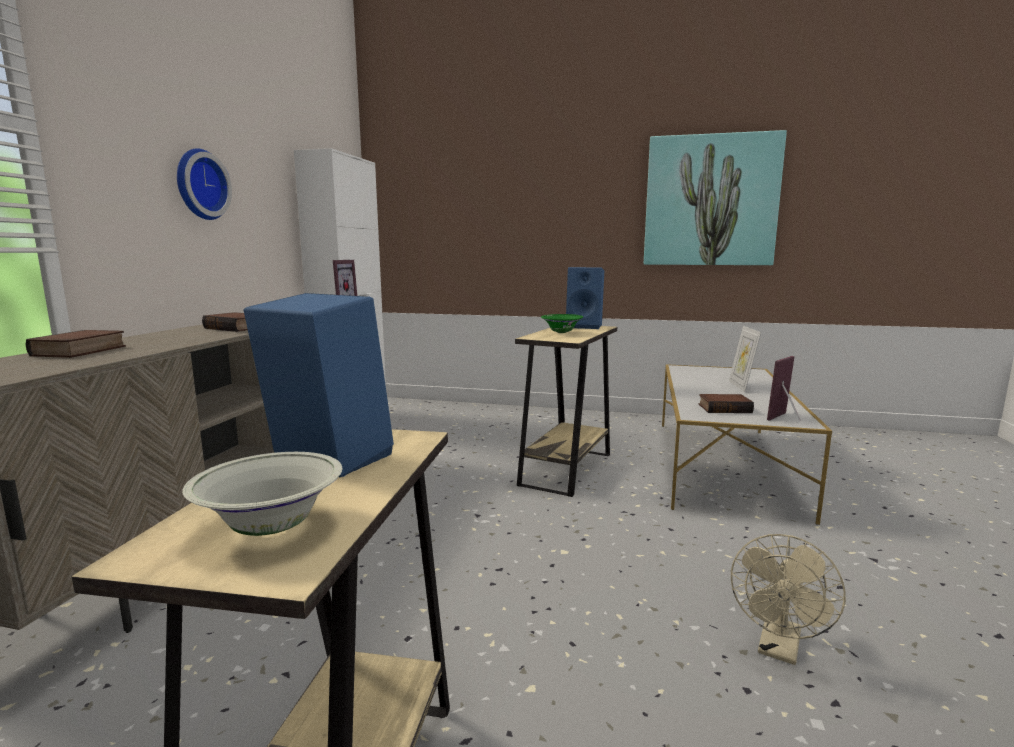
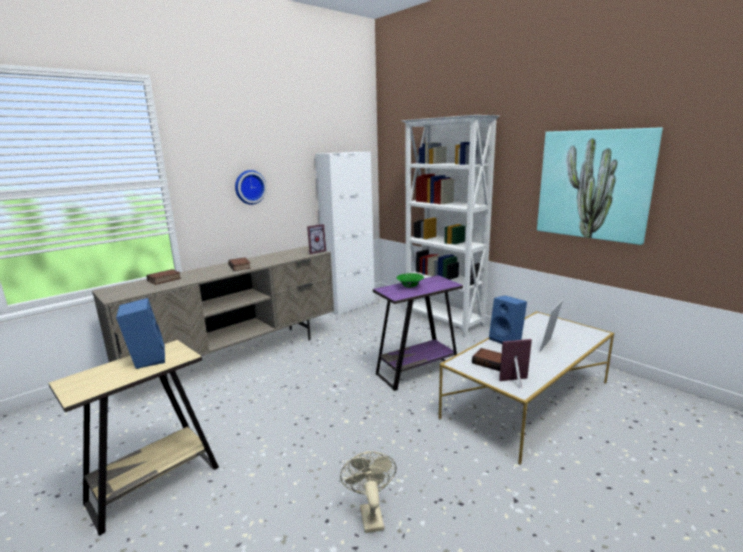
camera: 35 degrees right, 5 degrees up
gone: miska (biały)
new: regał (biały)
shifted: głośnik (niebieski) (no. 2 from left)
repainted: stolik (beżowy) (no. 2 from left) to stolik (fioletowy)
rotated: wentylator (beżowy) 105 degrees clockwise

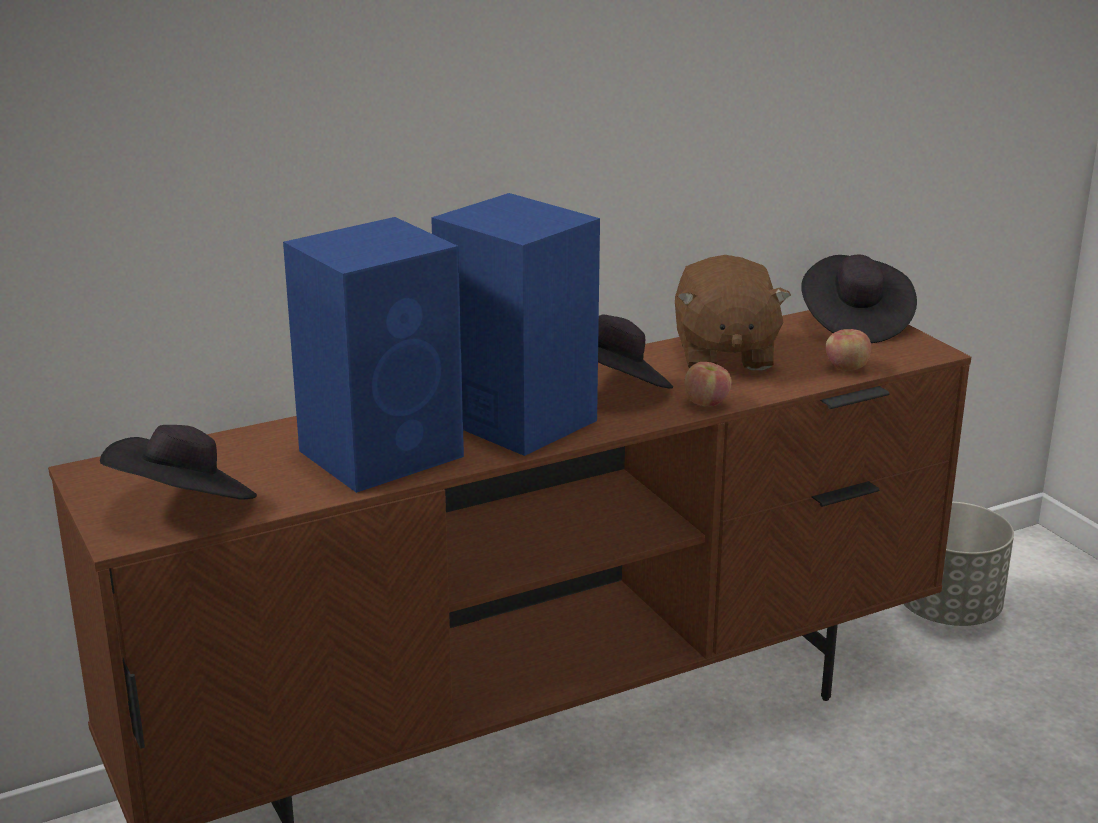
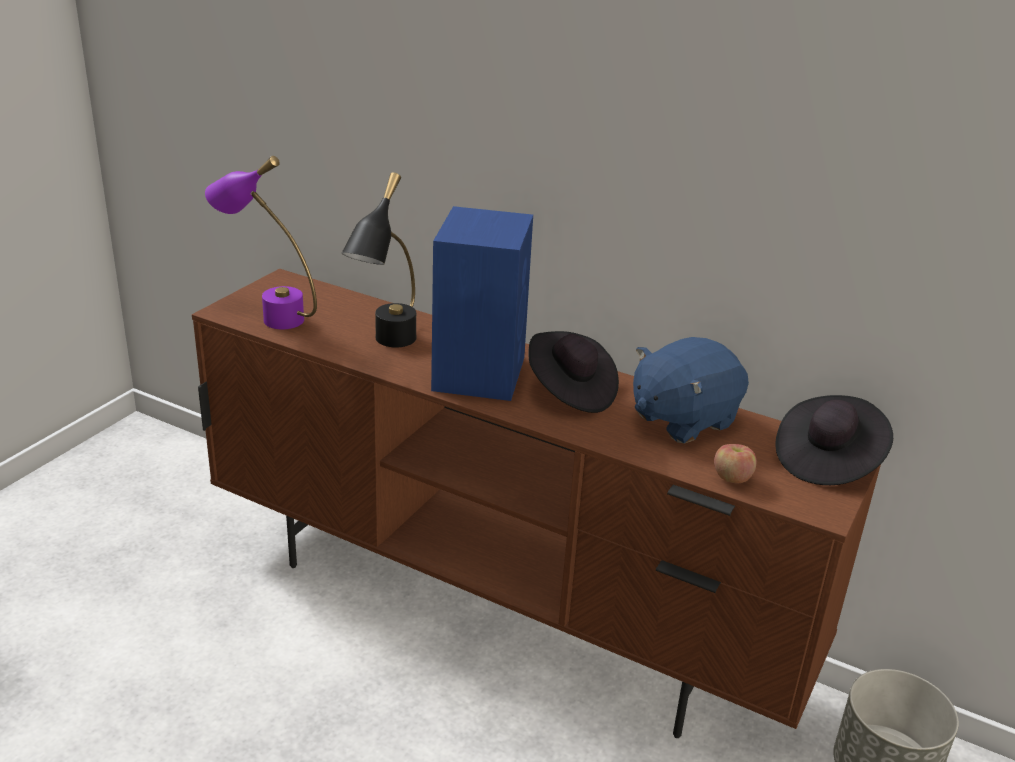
camera: 55 degrees right, 5 degrees up
gone: jabłko (no. 1 from left)
swapped: kapelusz (czarny) (no. 1 from left) to lampa stołowa (fioletowy); głośnik (niebieski) (no. 1 from left) to lampa stołowa (czarny)
repainted: pluszak (brązowy) to pluszak (niebieski)

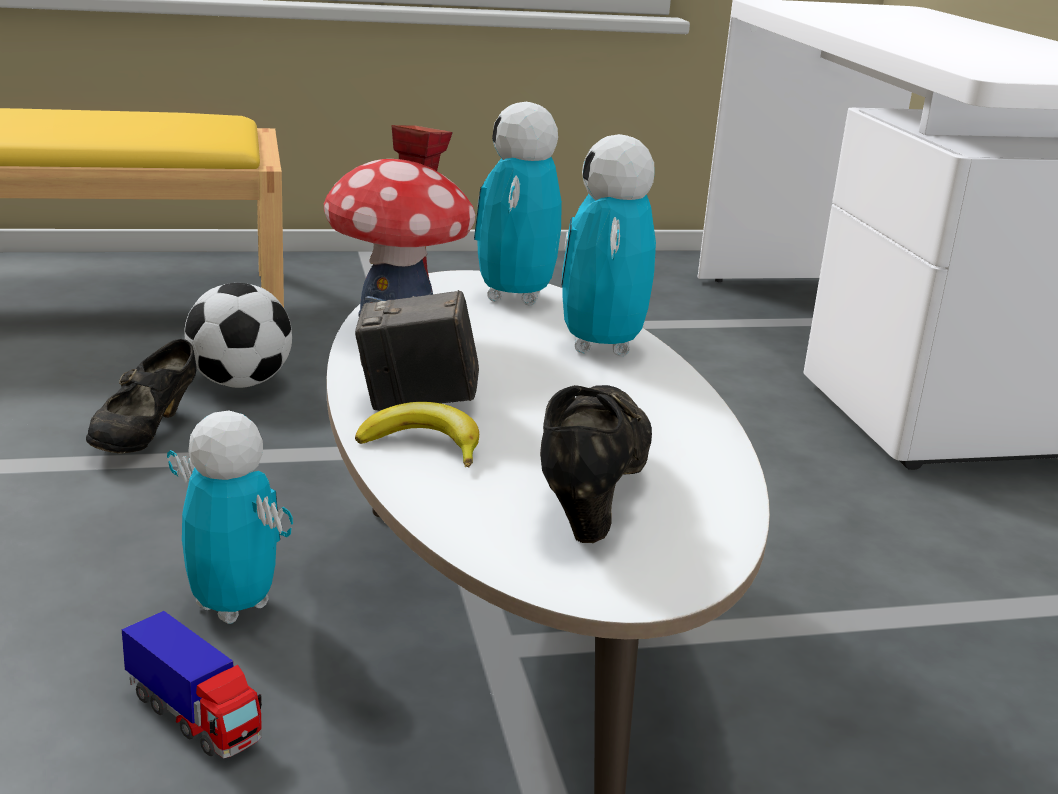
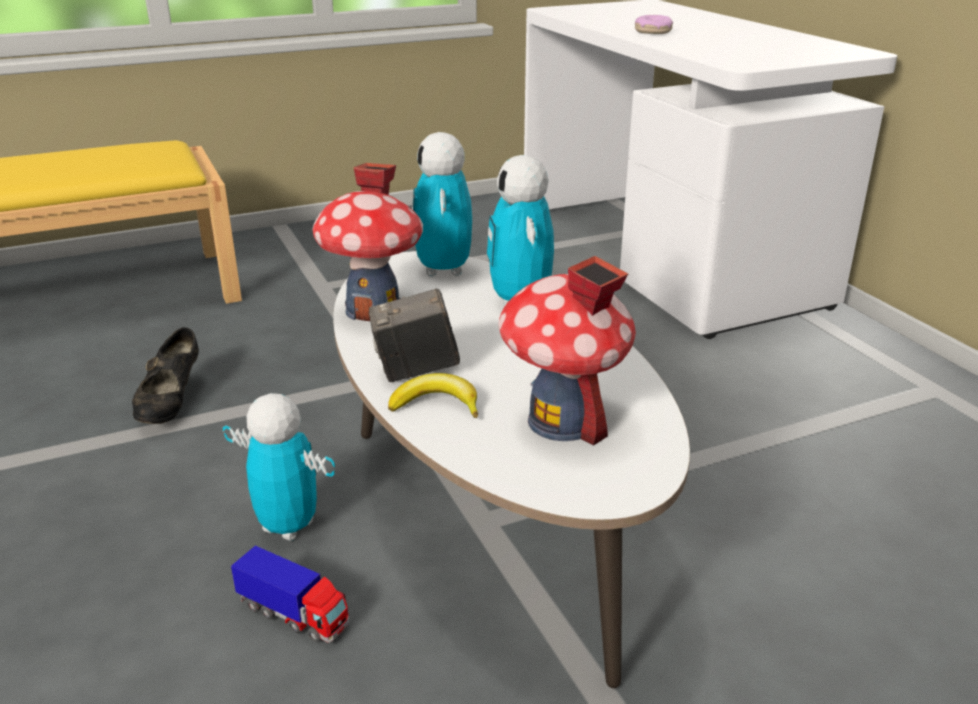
camera: 10 degrees left, 5 degrees up
gone: piłka futbolowa
new: donut
swapped: but (czarny) (no. 2 from left) to domek (no. 2 from left)

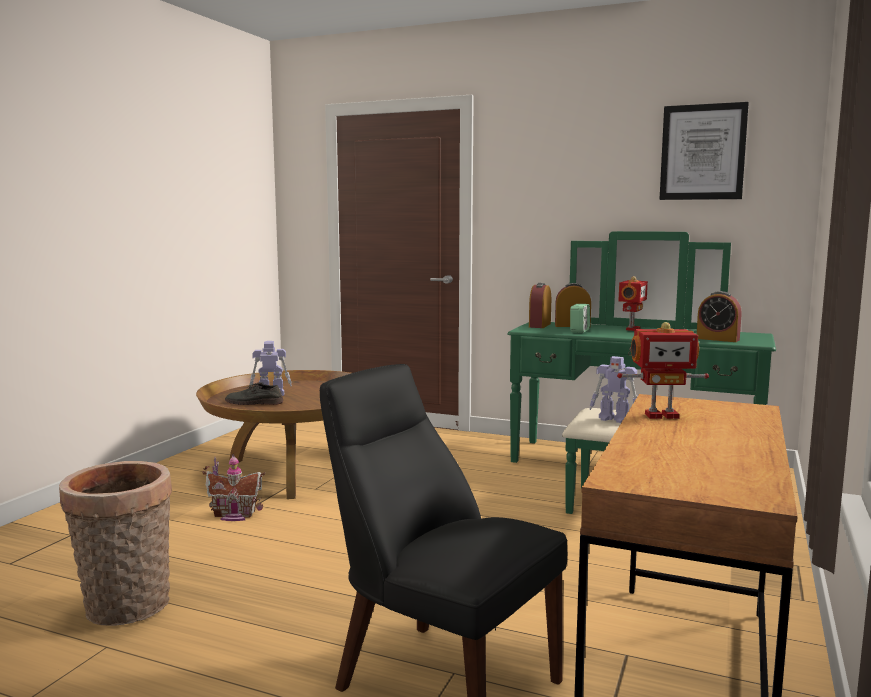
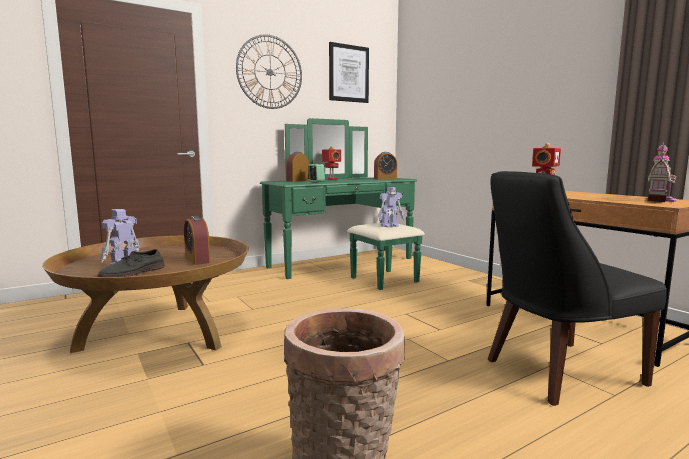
camera: 55 degrees left, 0 degrees up
new: zegar ścienny
shifted: budzik (no. 1 from left); domek

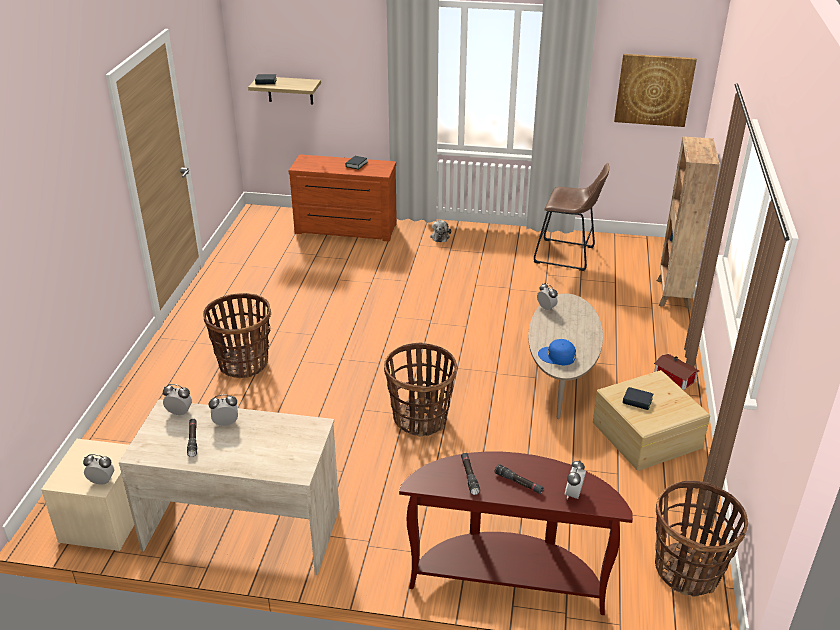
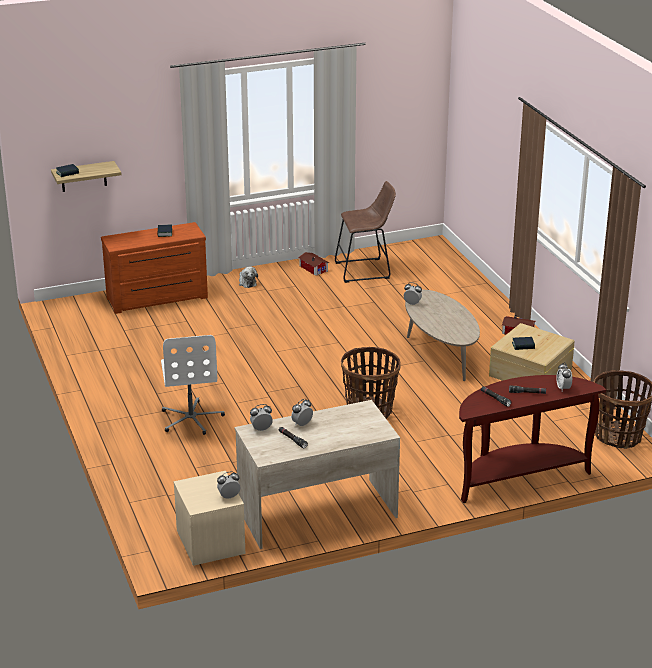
camera: 30 degrees left, 5 degrees down
gone: czapka z daszkiem (niebieski); obraz; regał (brązowy)
new: domek (no. 1 from left)
swapped: koszyk (no. 1 from left) to krzesło biurowe (biały)

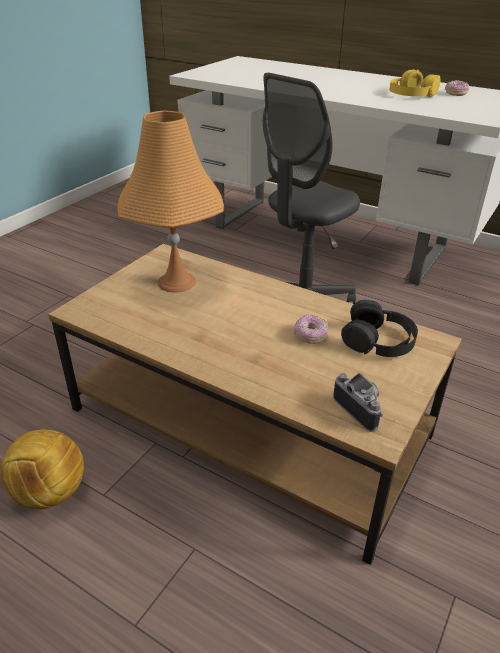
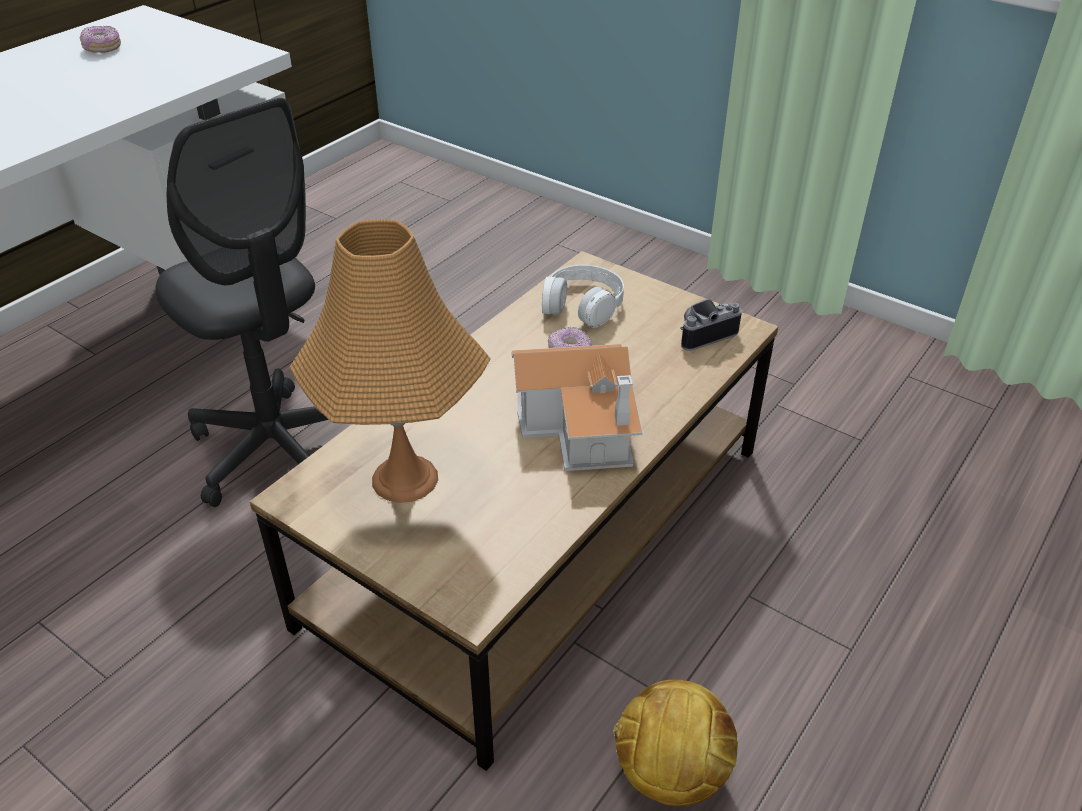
camera: 85 degrees left, 5 degrees up
gone: słuchawki (żółty)
new: domek
repainted: słuchawki (czarny) to słuchawki (biały)

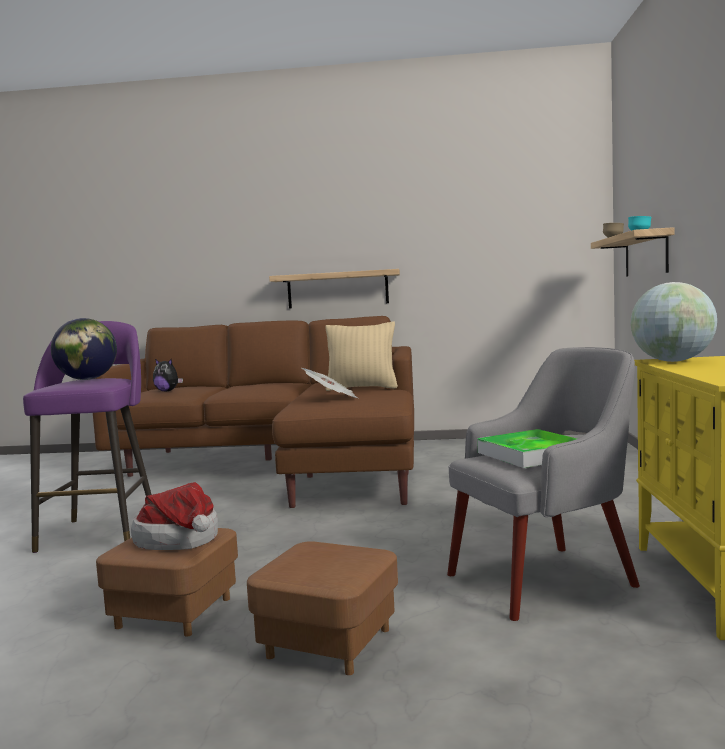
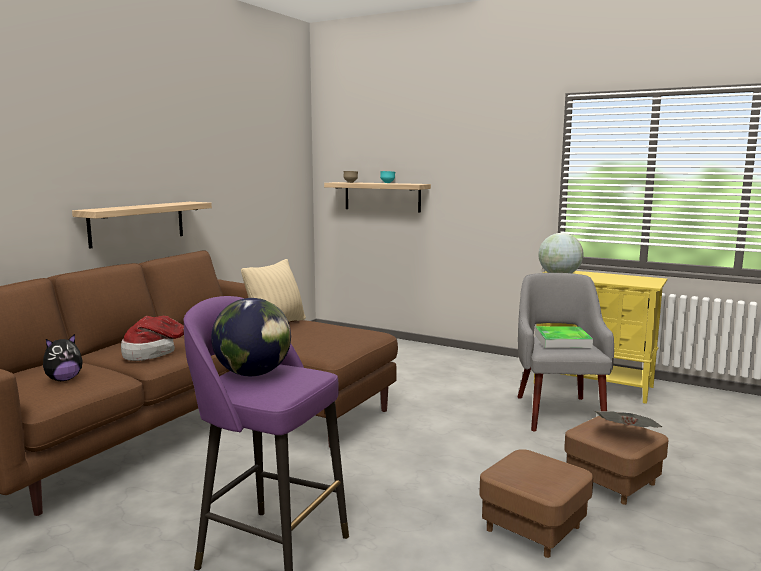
camera: 65 degrees left, 5 degrees up
shifted: kapelusz; gazeta

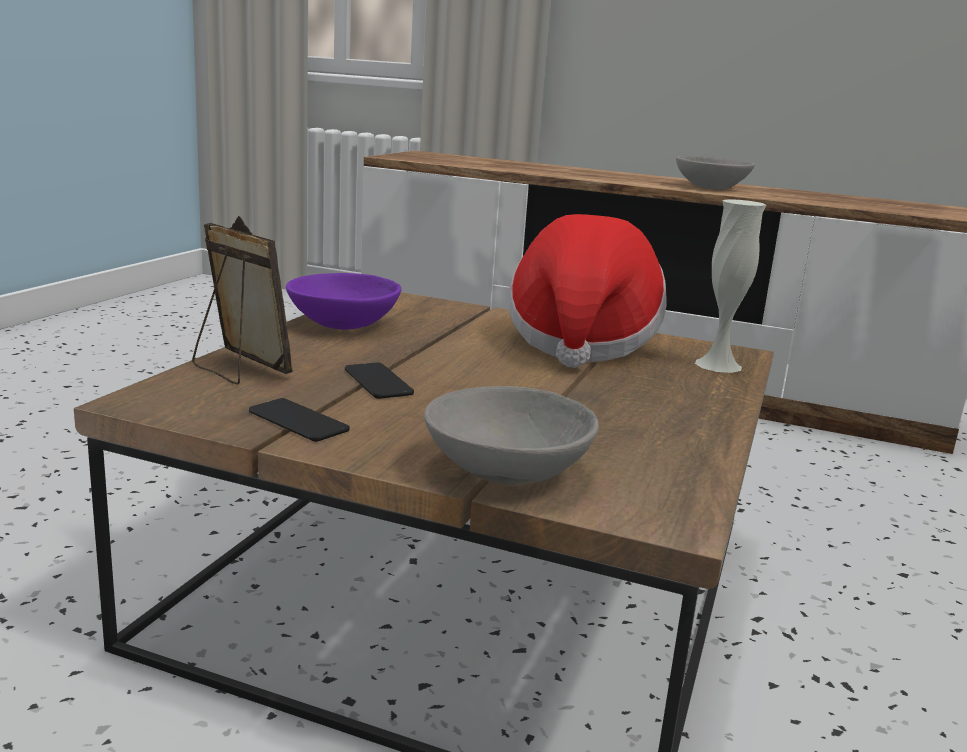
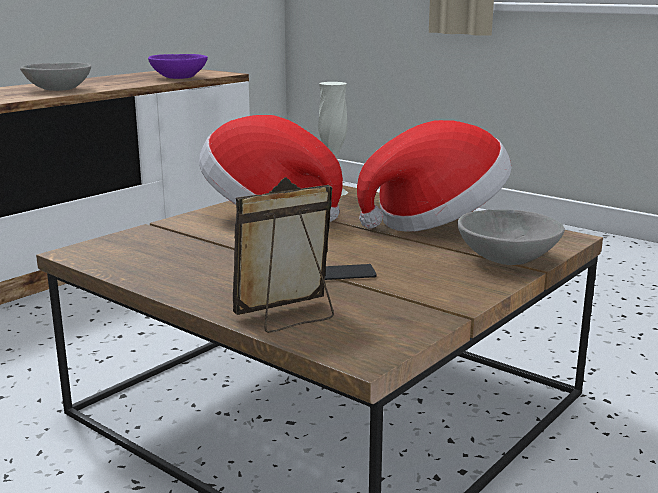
camera: 70 degrees left, 0 degrees up
gone: telefon (no. 1 from left)
new: kapelusz (no. 2 from left)
shifted: miska (fioletowy)

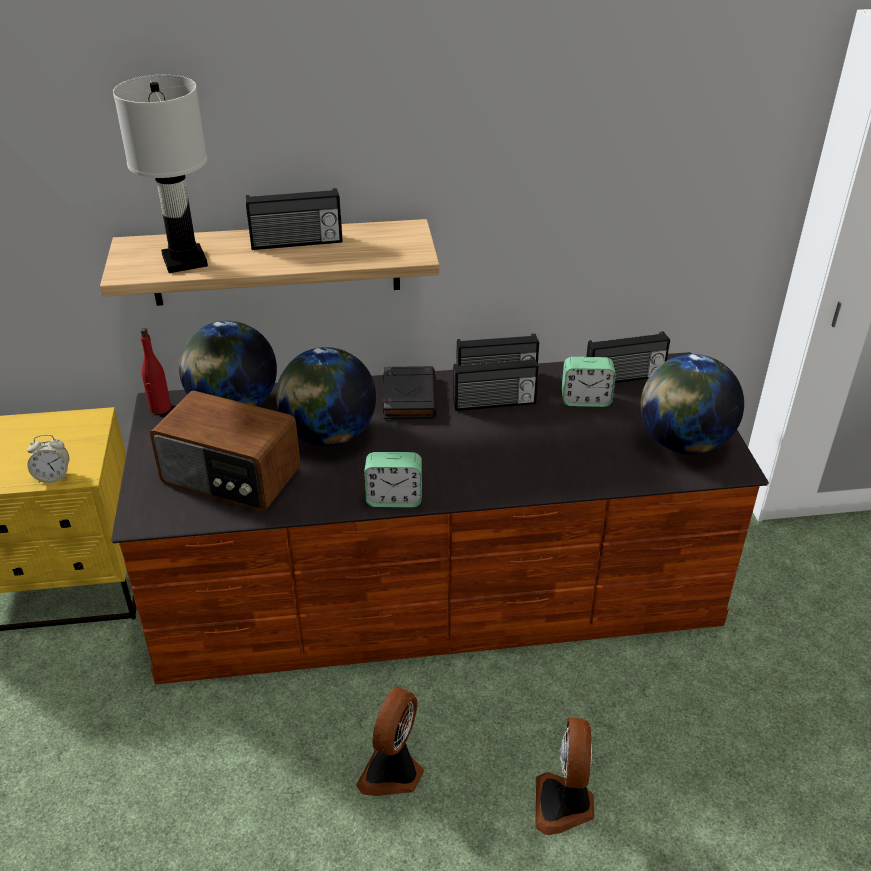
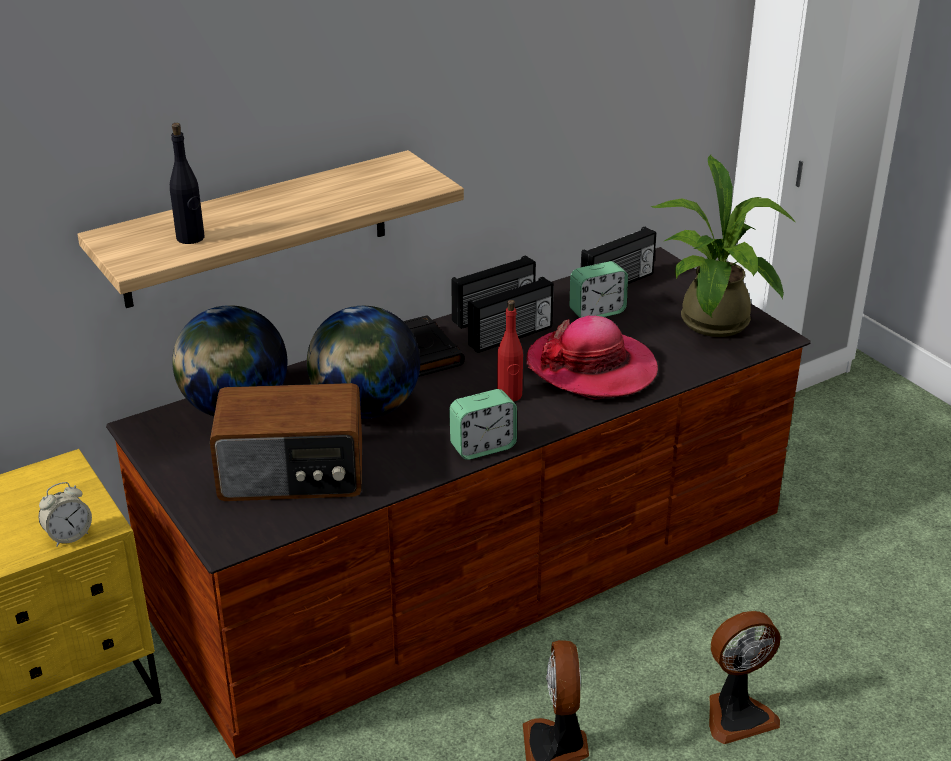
camera: 25 degrees left, 5 degrees down
gone: radio (no. 2 from left)
new: kapelusz
shifted: butelka (czerwony)
swapped: lampa stołowa (biały) to butelka (czarny); globus (no. 3 from left) to roślina doniczkowa
rotated: wentylator (no. 2 from left) 90 degrees counterclockwise

